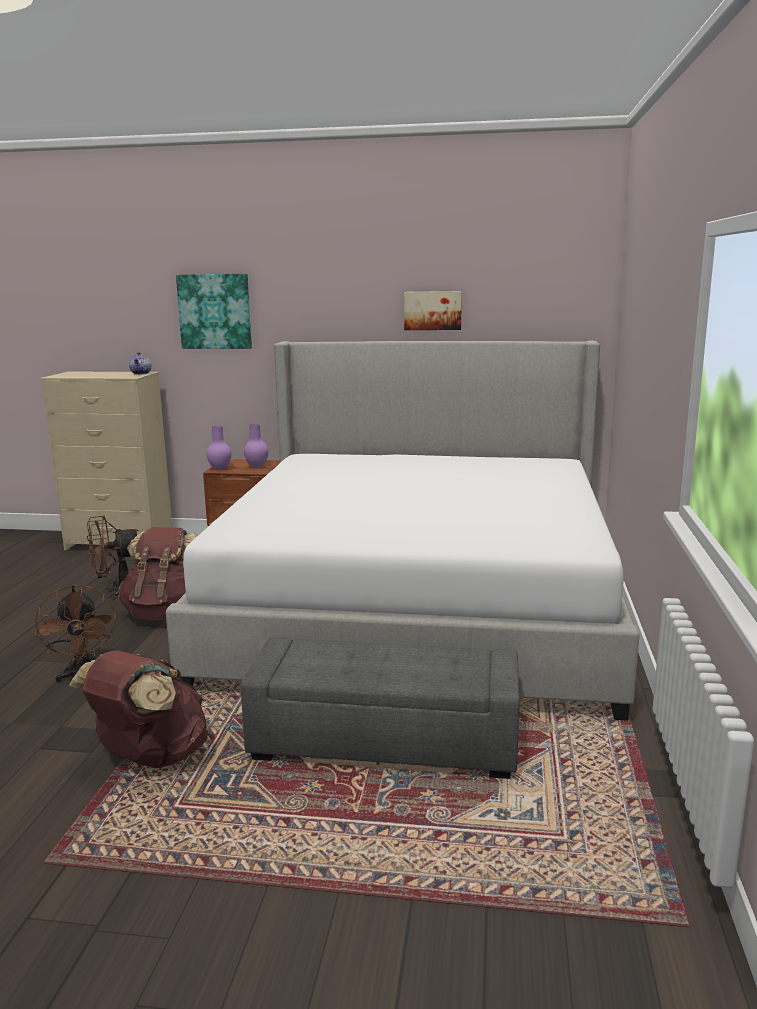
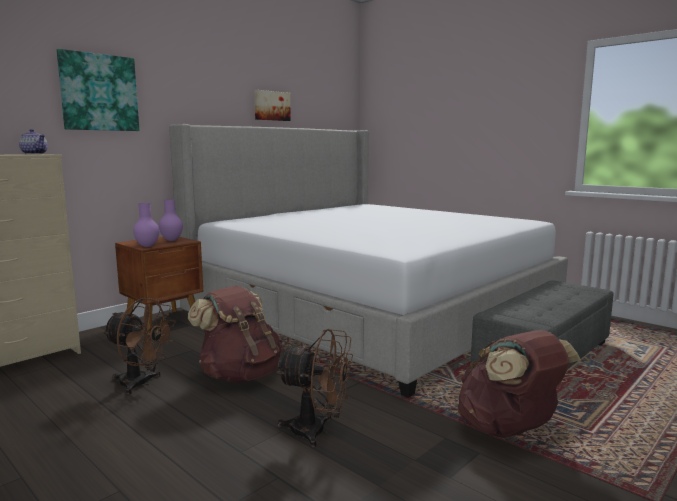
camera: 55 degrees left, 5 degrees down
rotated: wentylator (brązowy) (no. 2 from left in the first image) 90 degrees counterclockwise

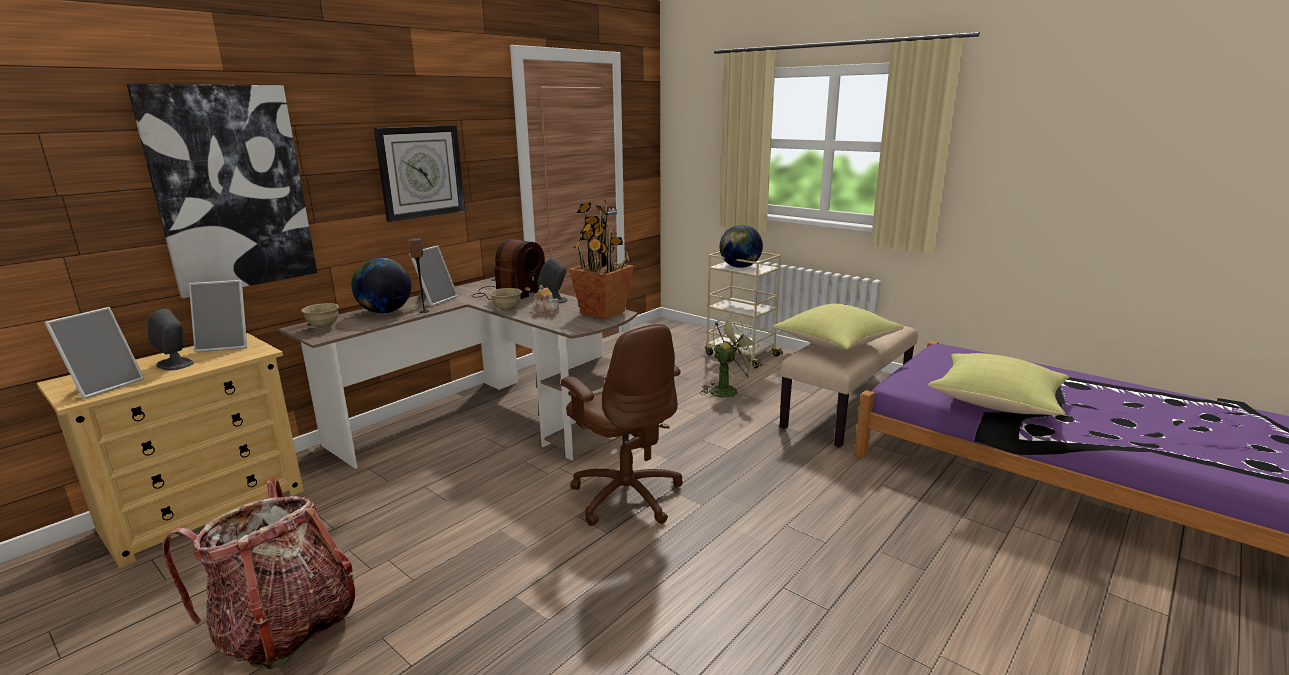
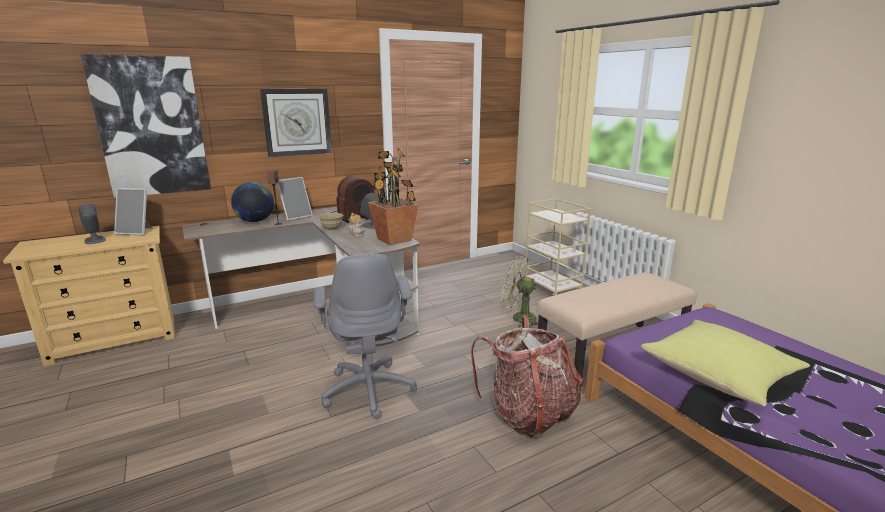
camera: 20 degrees right, 0 degrees up
gone: ramka na zdjęcie (no. 1 from left); miska (beżowy) (no. 1 from left); globus (no. 2 from left); poduszka (żółty) (no. 1 from left)
shifted: plecak
repainted: krzesło biurowe (brązowy) to krzesło biurowe (szary)
rotated: wentylator (zielony) 150 degrees counterclockwise

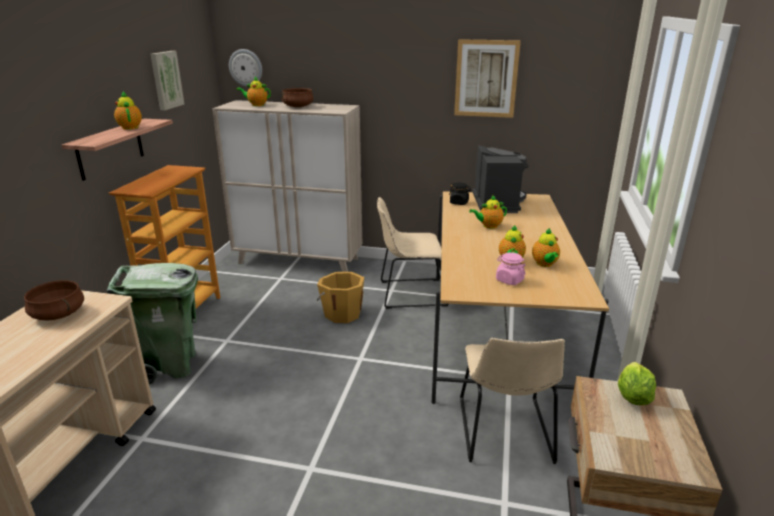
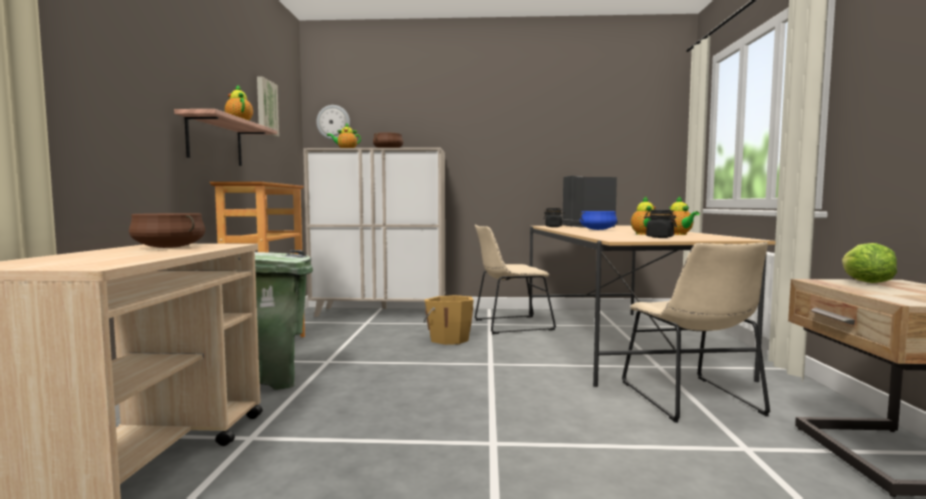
camera: 10 degrees left, 20 degrees down
gone: obraz (no. 2 from left)
swapped: imbryk (no. 3 from left) to garnek (niebieski)
repainted: słoik (różowy) to słoik (czarny) (no. 2 from left)

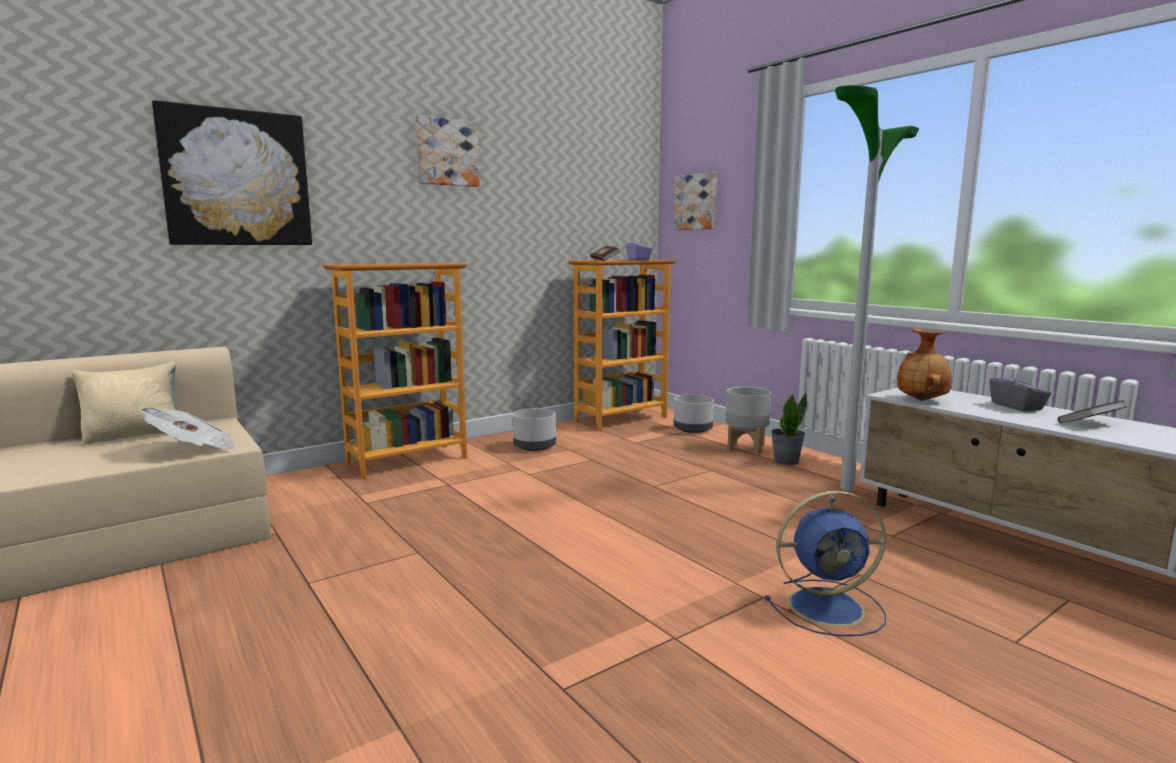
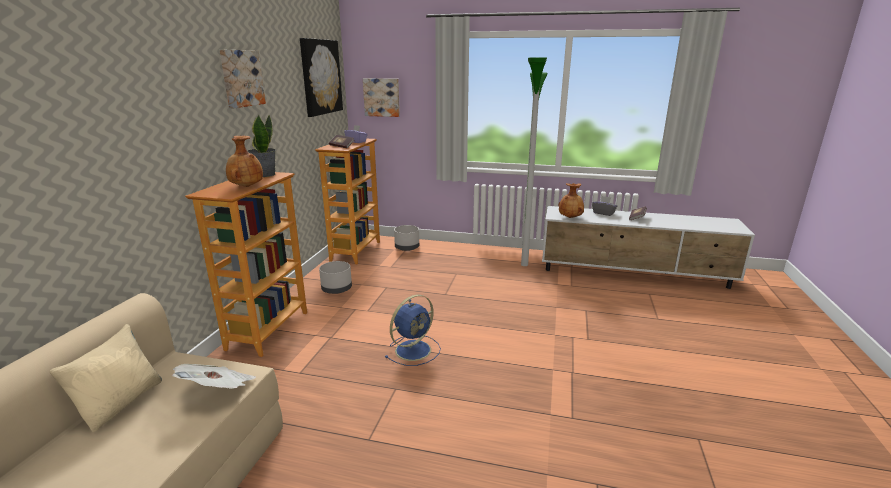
camera: 40 degrees left, 10 degrees up
gone: donica (szary) (no. 3 from left)
new: wazon (brązowy) (no. 1 from left)
shifted: roślina doniczkowa; obraz (no. 1 from left in the first image) to obraz (no. 2 from left); wentylator (niebieski)

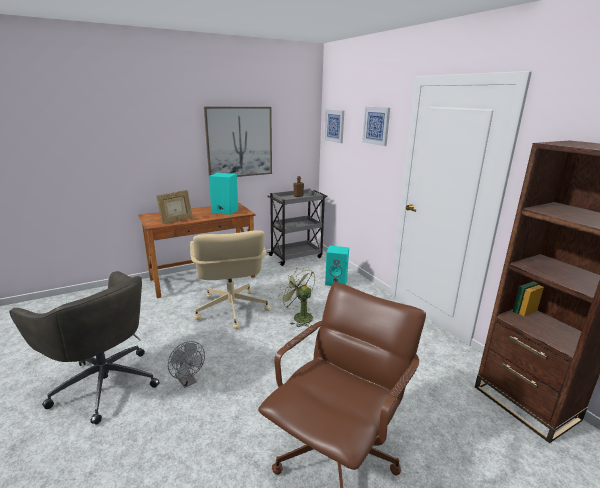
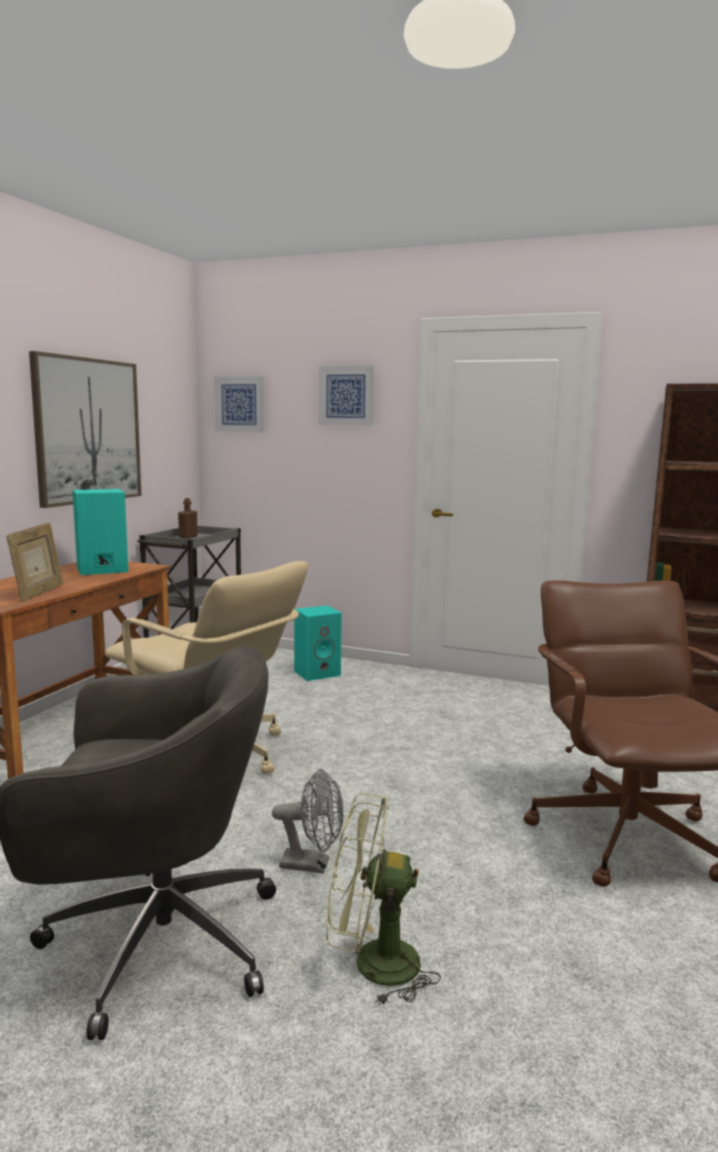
camera: 40 degrees left, 10 degrees down
shifted: wentylator (zielony)

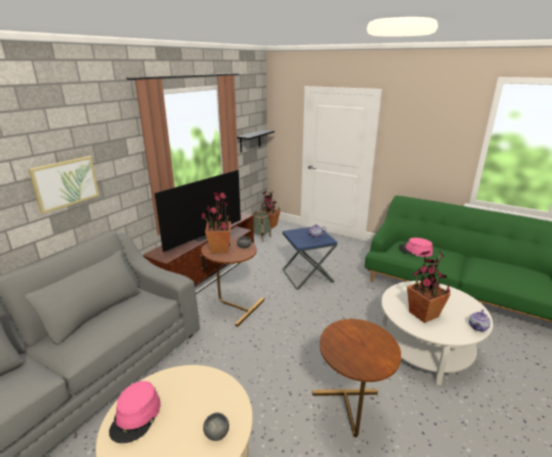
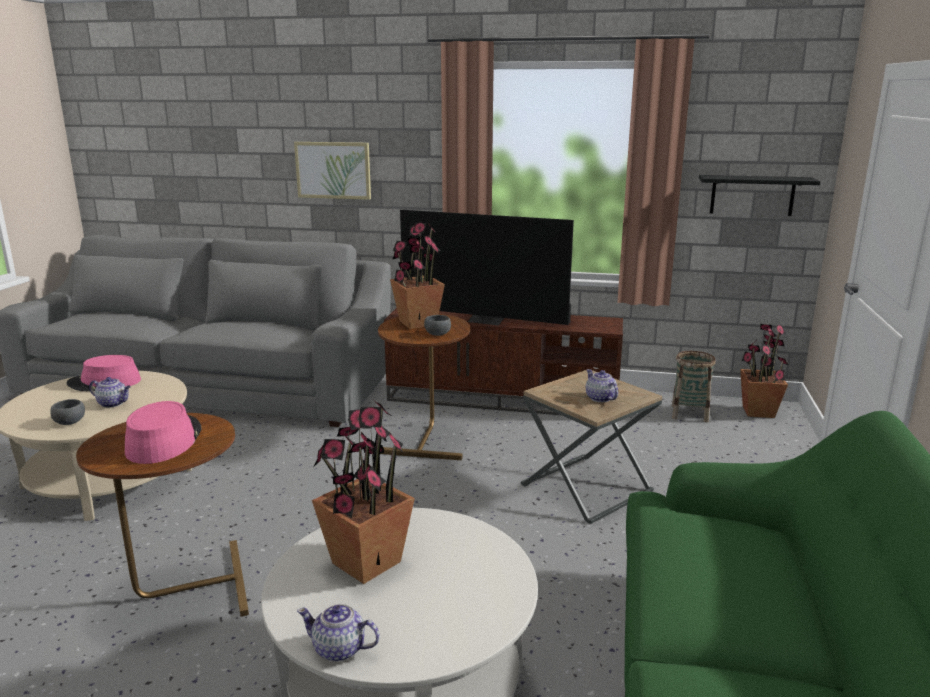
camera: 70 degrees right, 5 degrees down
new: imbryk (no. 1 from left)
shifted: kapelusz (różowy) (no. 2 from left)
repainted: stolik (niebieski) to stolik (brązowy) (no. 3 from left)

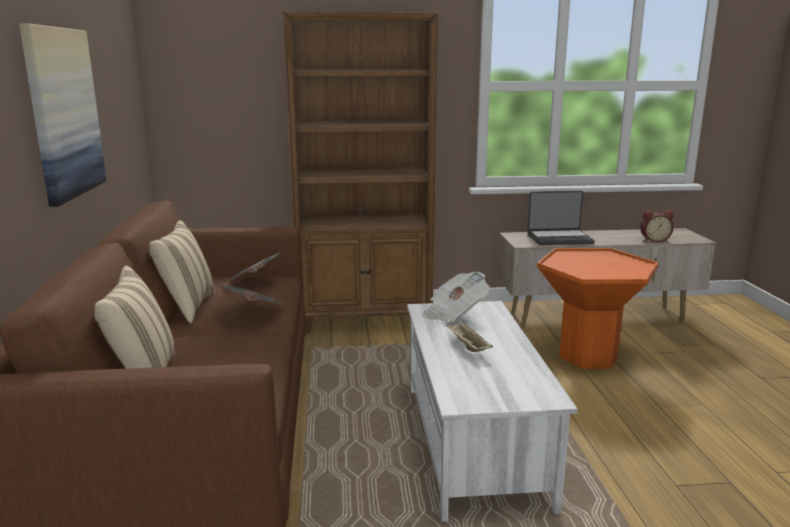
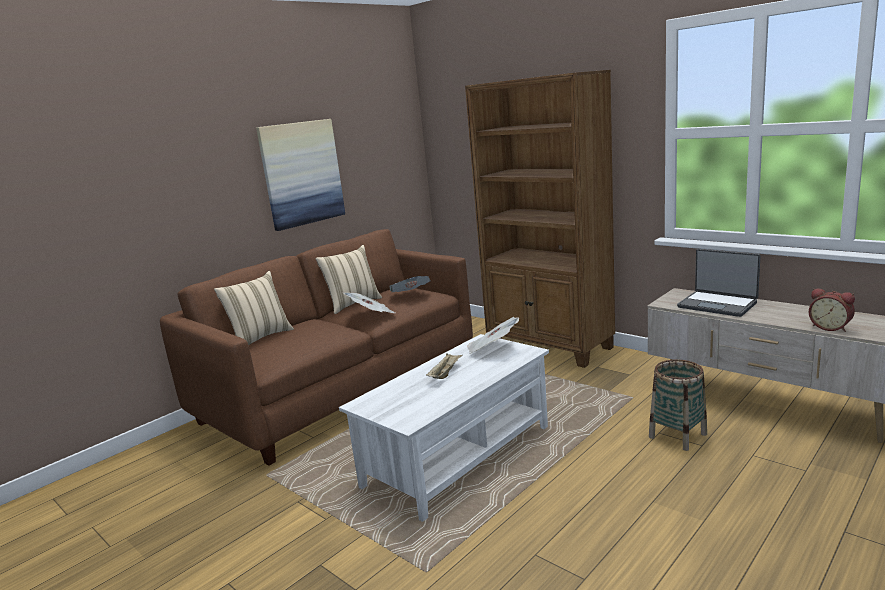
camera: 50 degrees right, 0 degrees up
swapped: stolik (pomarańczowy) to koszyk

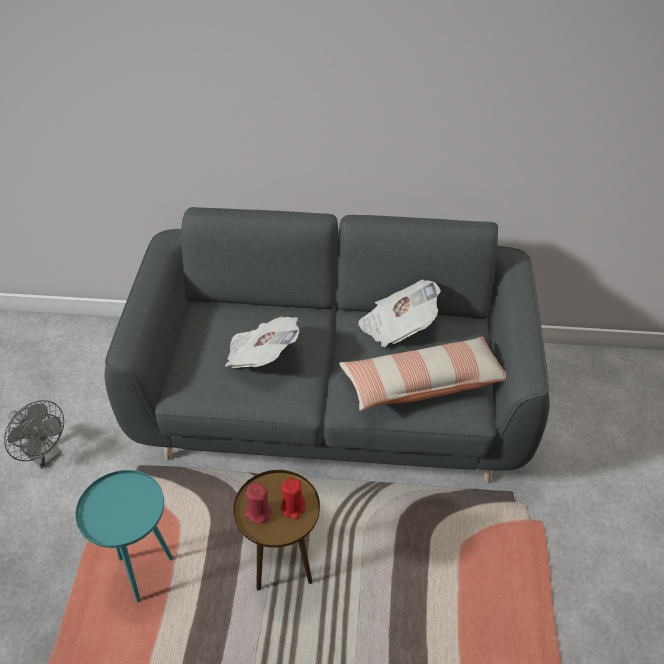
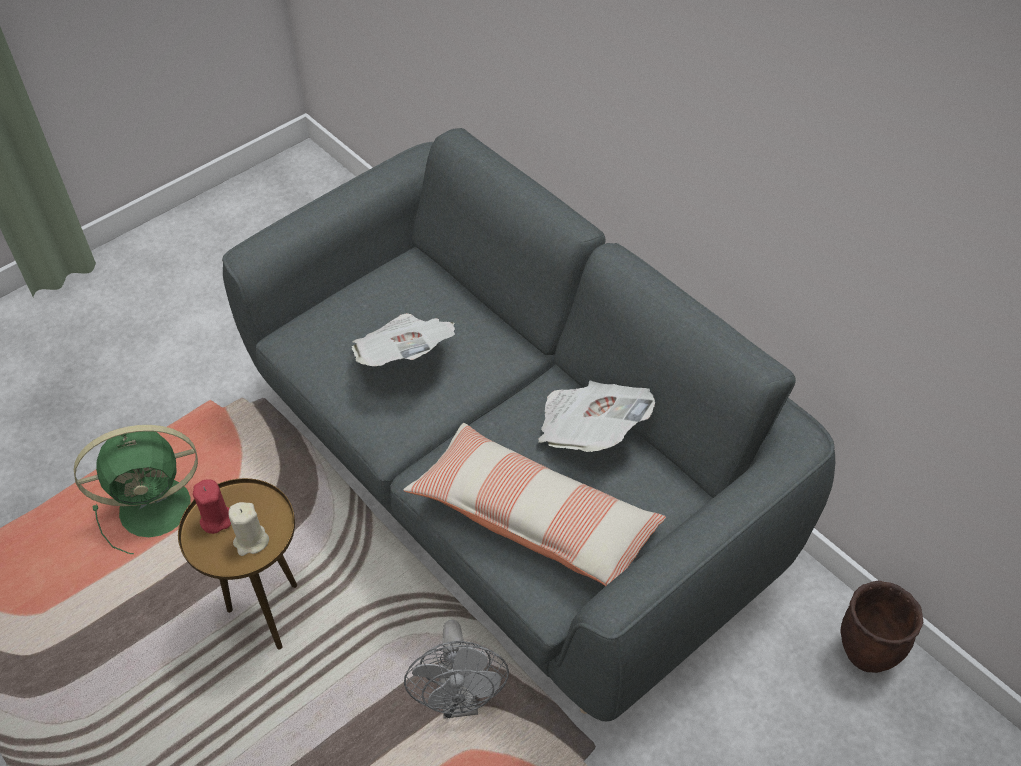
camera: 45 degrees right, 5 degrees up
new: donica (brązowy)
shifted: wentylator (szary)
swapped: stolik (turkusowy) to wentylator (zielony)
repainted: świeca (czerwony) (no. 2 from left) to świeca (beżowy)

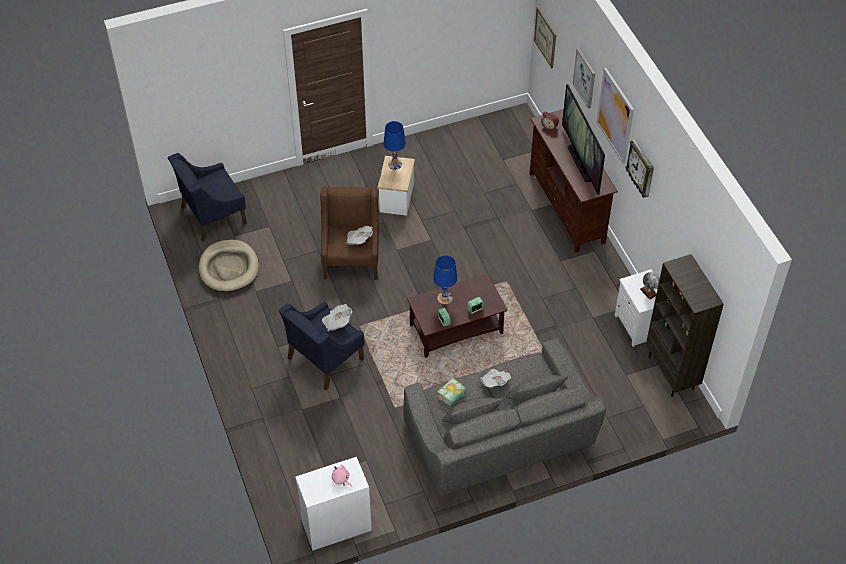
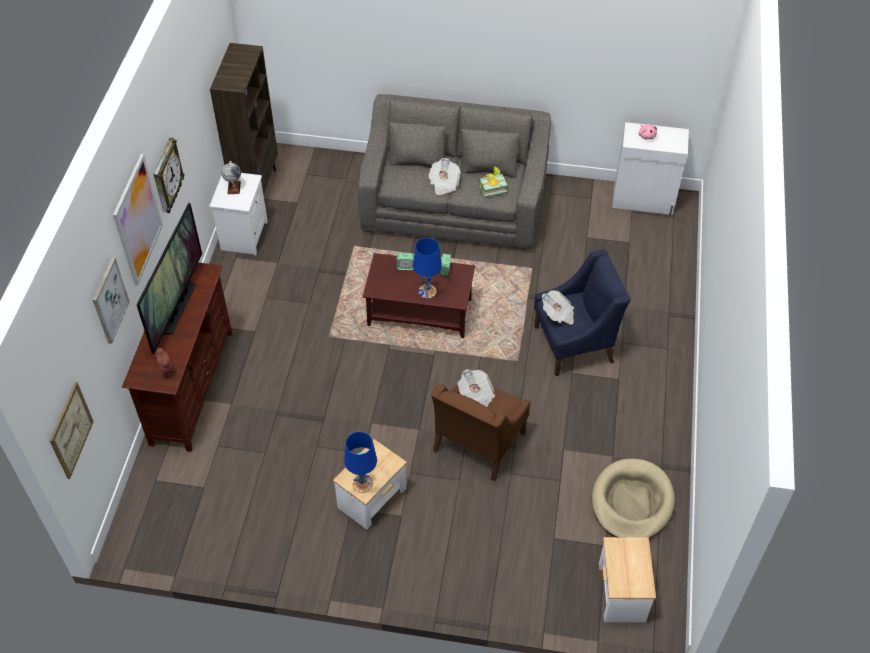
camera: 150 degrees left, 0 degrees up
swapped: fotel (niebieski) (no. 1 from left) to stolik (no. 2 from left)

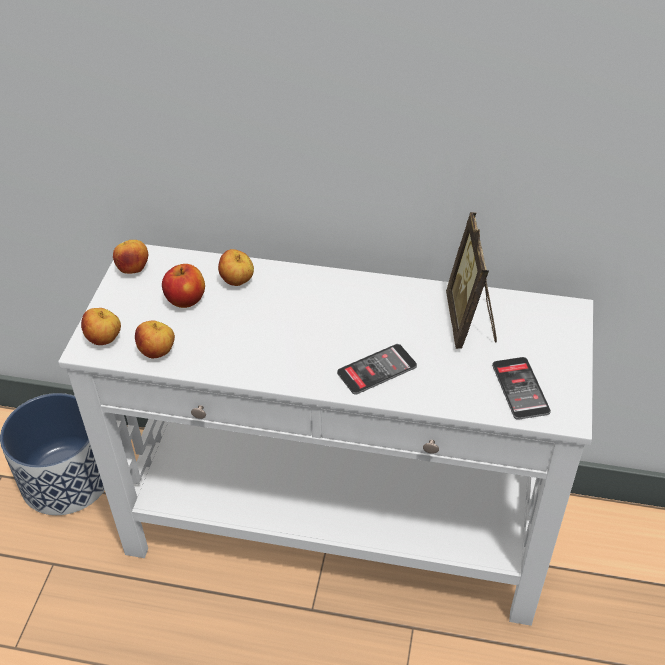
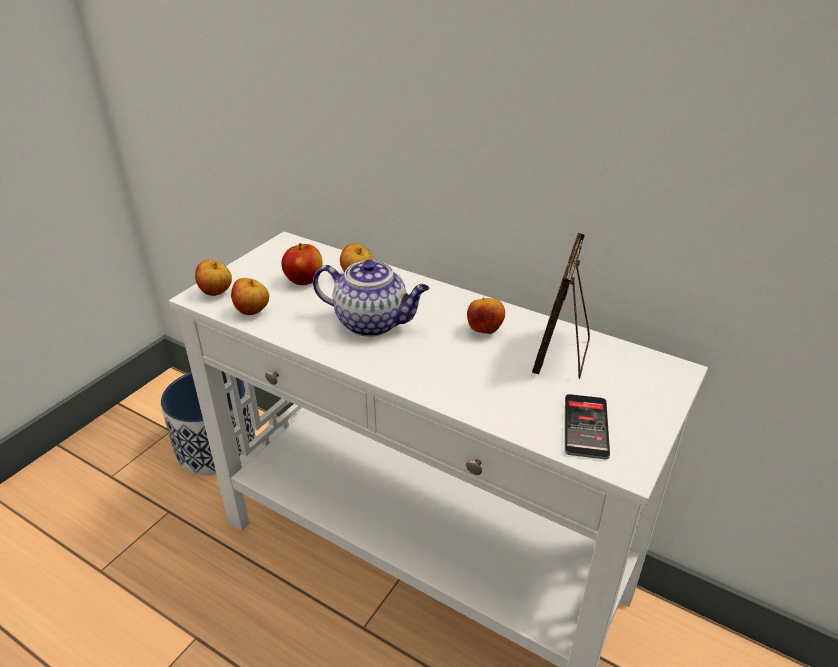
camera: 20 degrees right, 10 degrees down
gone: telefon (no. 1 from left)
new: imbryk
shifted: jabłko (no. 2 from left in the first image) to jabłko (no. 5 from left)

